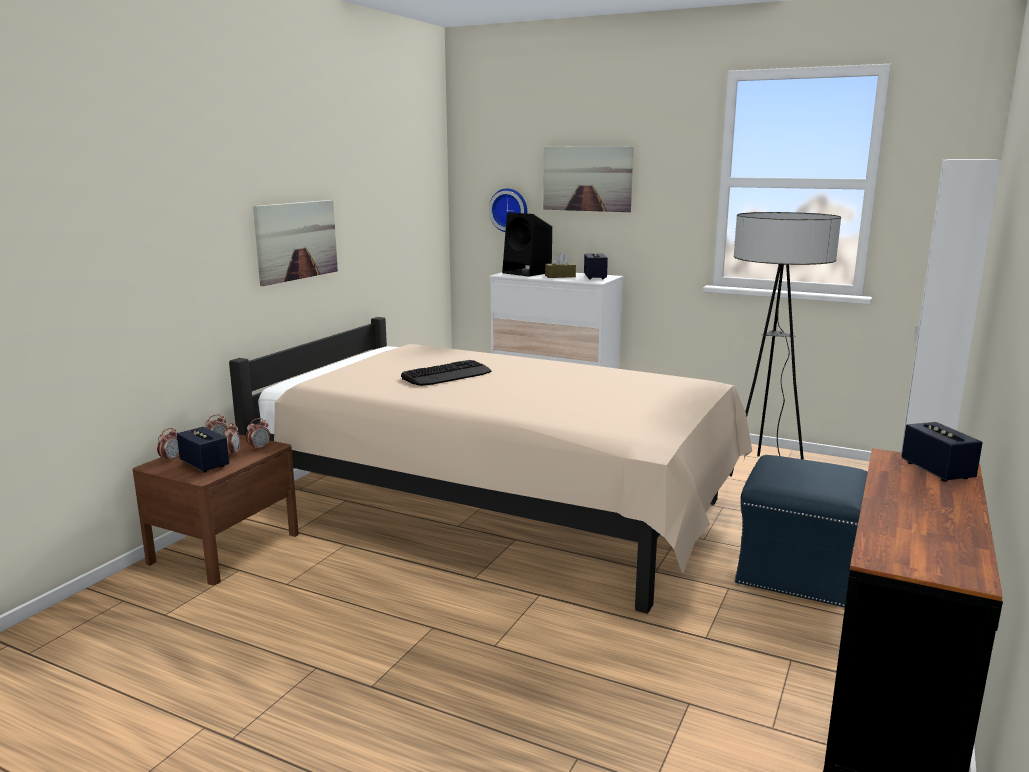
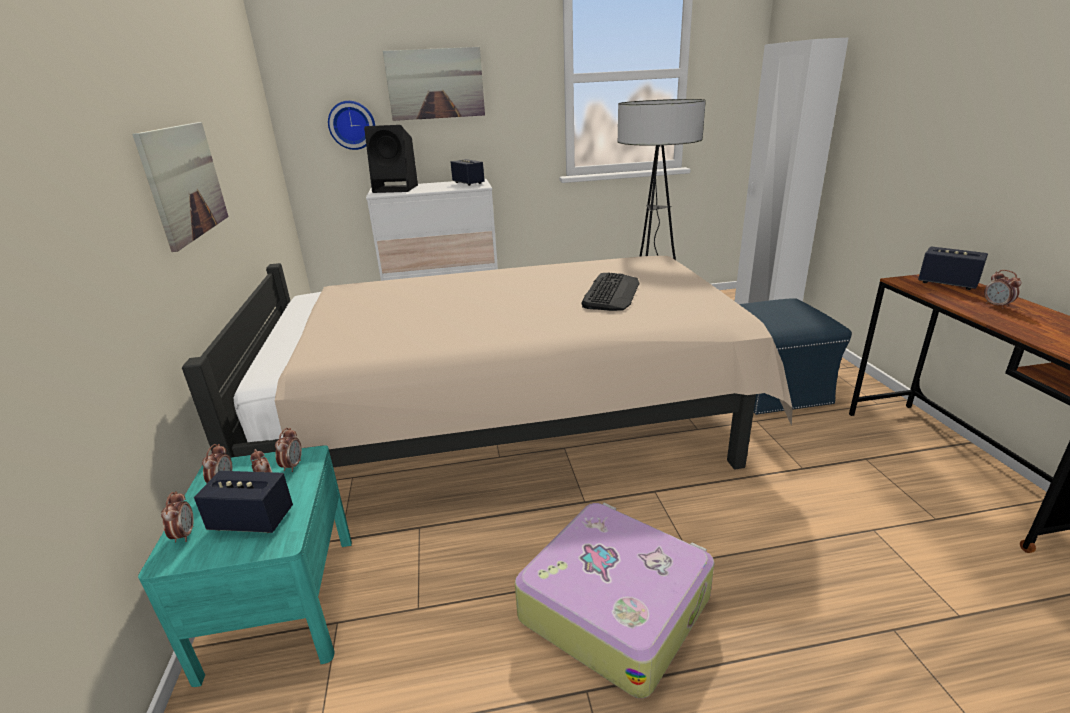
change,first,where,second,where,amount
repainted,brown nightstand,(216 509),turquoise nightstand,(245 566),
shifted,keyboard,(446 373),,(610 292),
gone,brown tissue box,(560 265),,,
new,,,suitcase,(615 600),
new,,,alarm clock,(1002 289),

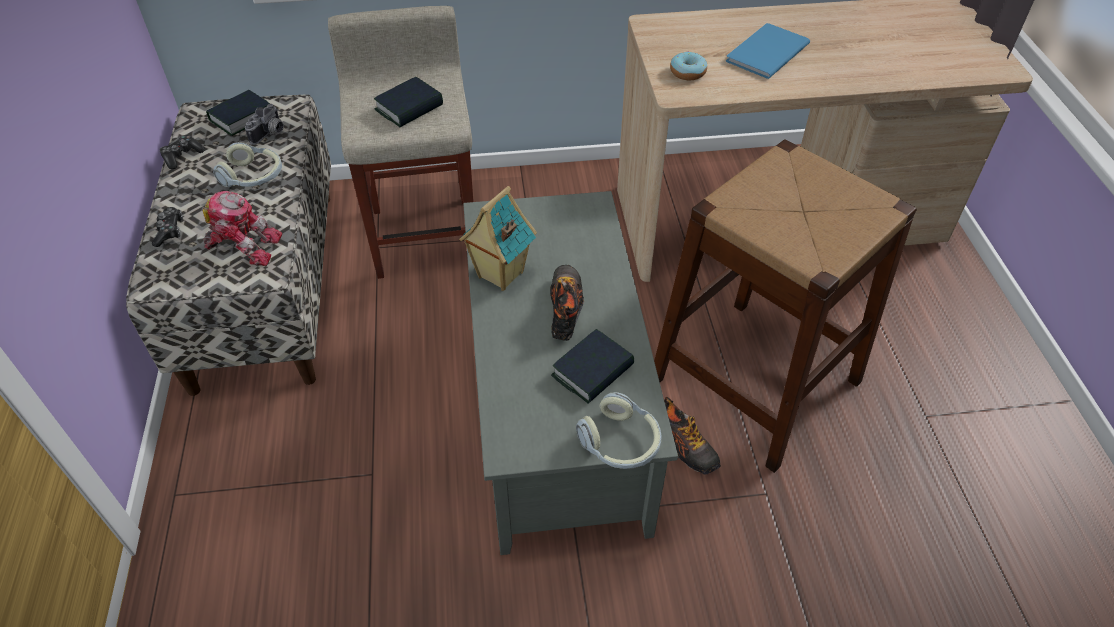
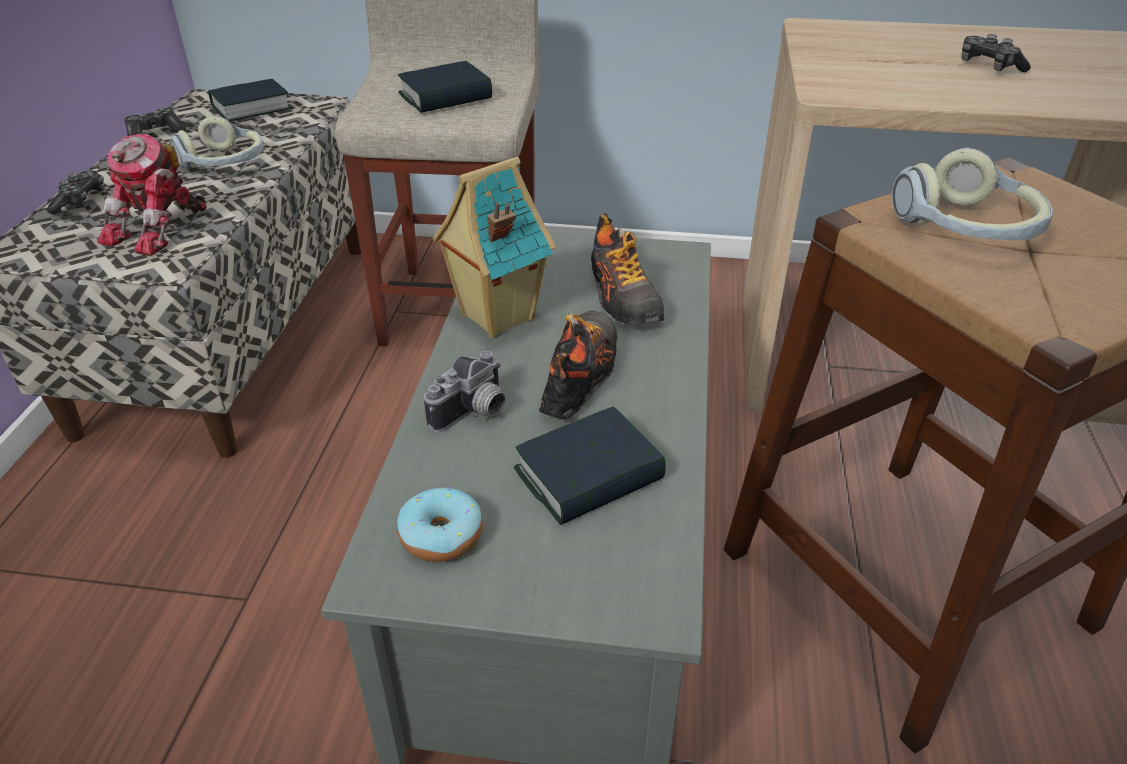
change,first,where,second,where,amount
rotated,toy robot,(242 228),,(152 195),90 degrees clockwise
shifted,photo camera,(264 124),,(464 392),
shifted,headphones,(619 430),,(972 194),
shifted,shoe,(692 436),,(627 269),
shifted,donut,(688 65),,(440 524),
swapped,blue book,(768 51),game controller,(996 53),

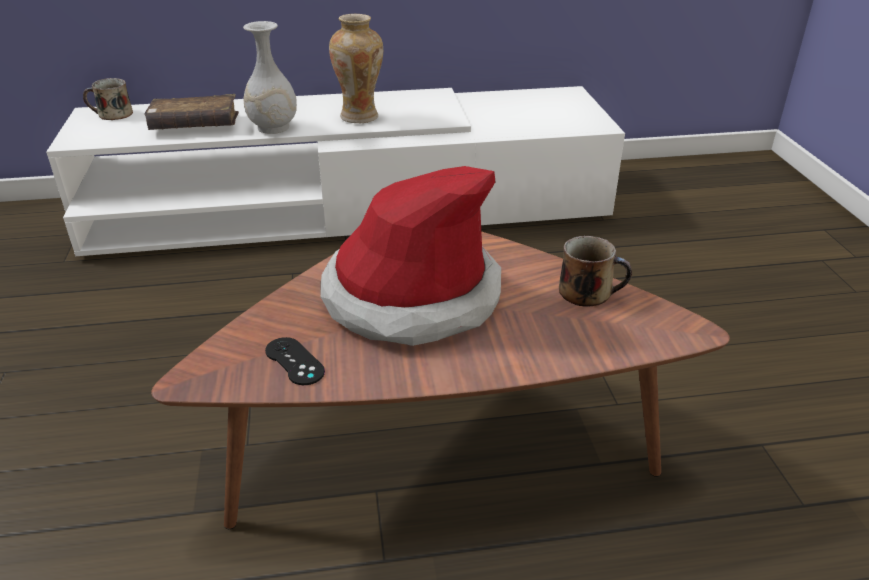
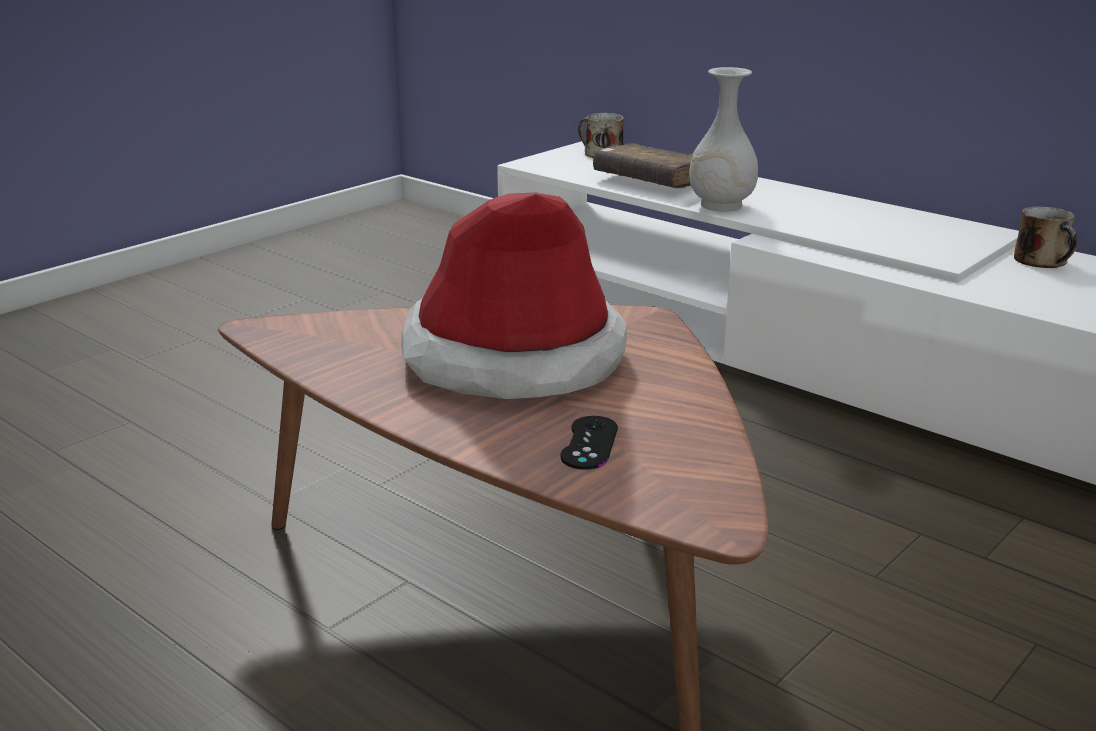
change,first,where,second,where,amount
shifted,black game controller,(295 361),,(589 443),
gone,vase,(356 68),,,
shifted,mug,(595 271),,(1045 237),

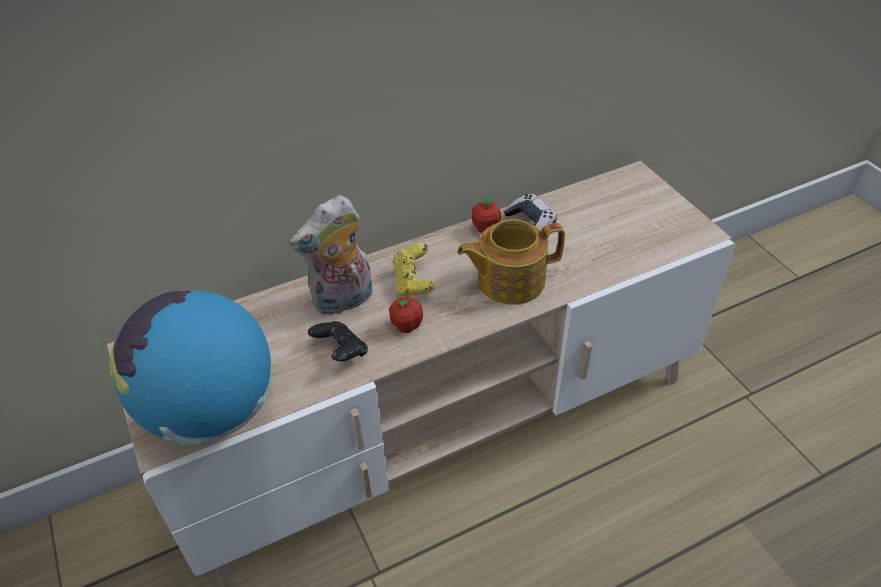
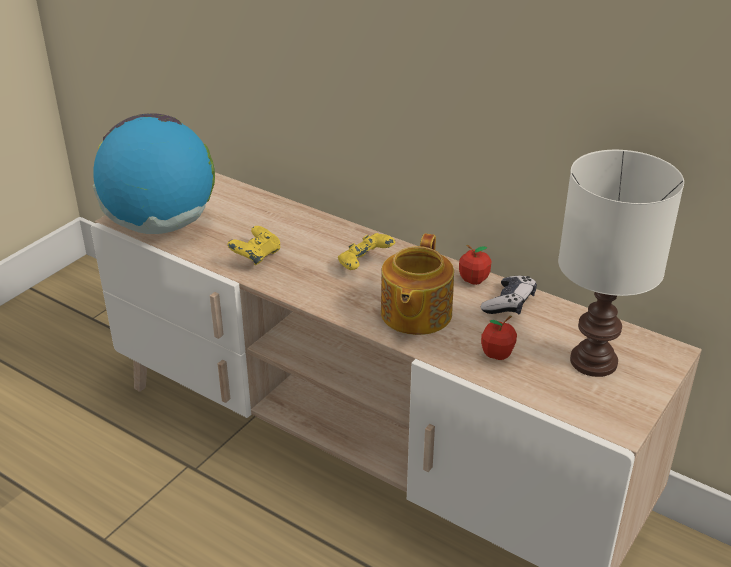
change,first,where,second,where,amount
gone,plush toy,(331 255),,,
repainted,black game controller,(338 341),yellow game controller,(253 245),
shifted,apple,(406 310),,(499 338),
rotated,teapot,(511 262),,(417 284),120 degrees counterclockwise
new,,,white table lamp,(621 263),

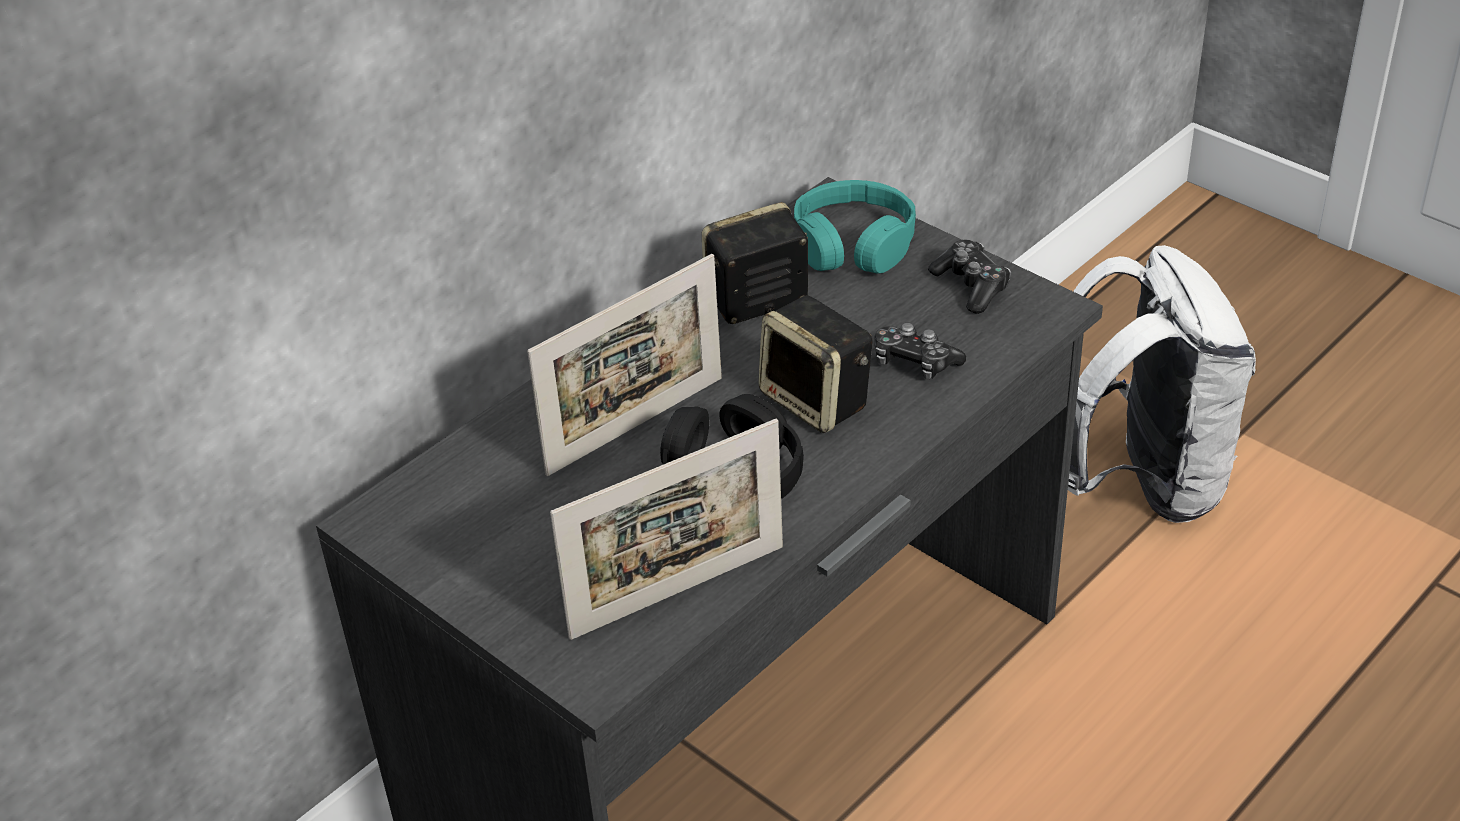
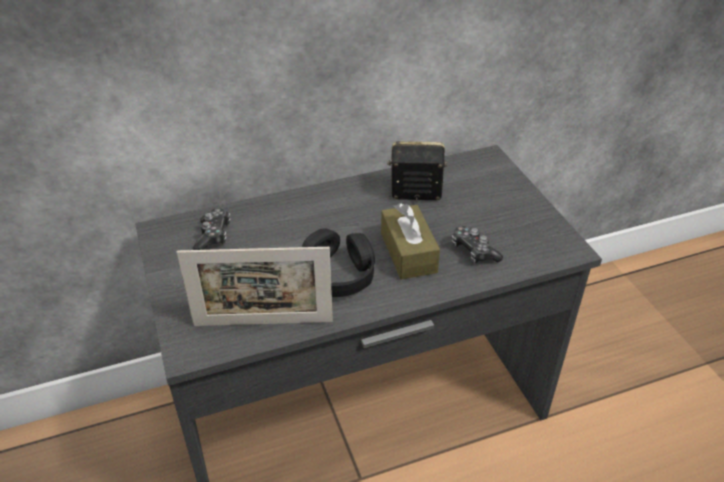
change,first,where,second,where,amount
gone,picture frame,(624 365),,,
swapped,speaker,(815 364),brown tissue box,(410 241),
gone,turquoise headphones,(855 227),,,
shifted,game controller,(969 277),,(211 229),
gone,white backpack,(1162 384),,,

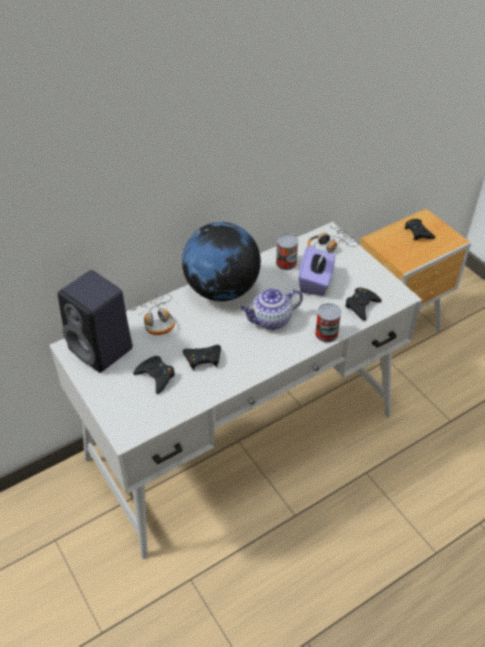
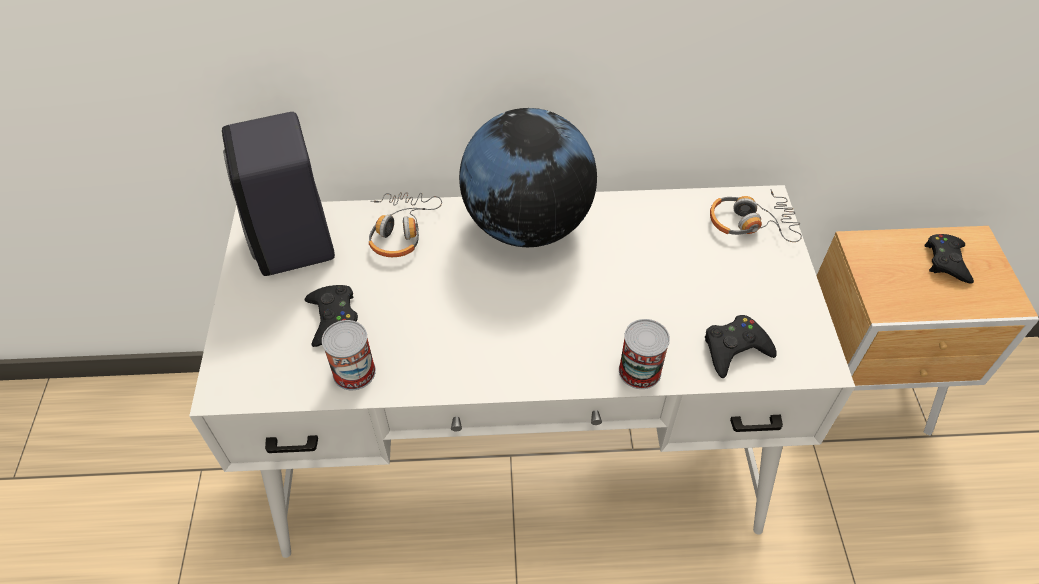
change,first,where,second,where,amount
gone,black game controller,(202 357),,,
gone,teapot,(272 309),,,
shifted,can,(287 252),,(349 355),
gone,purple tissue box,(316 271),,,

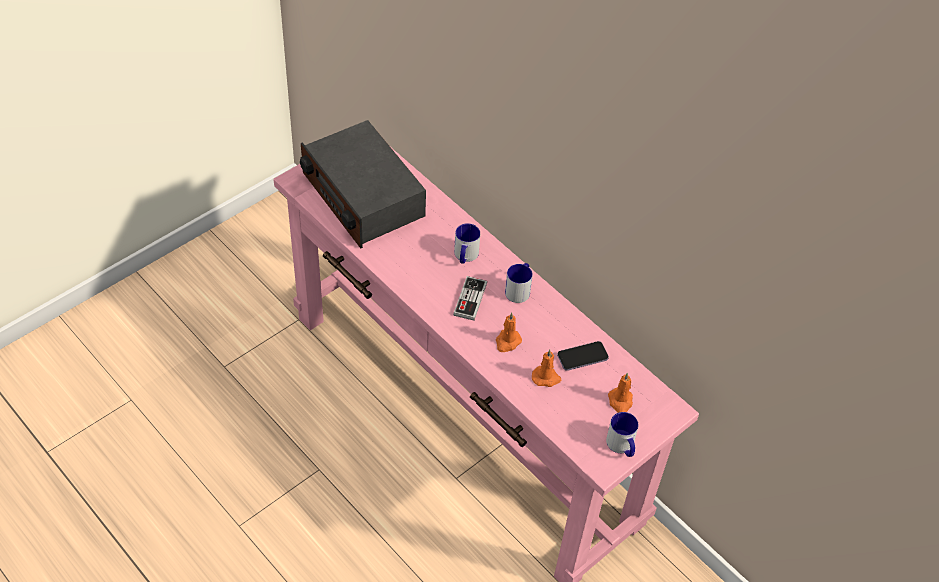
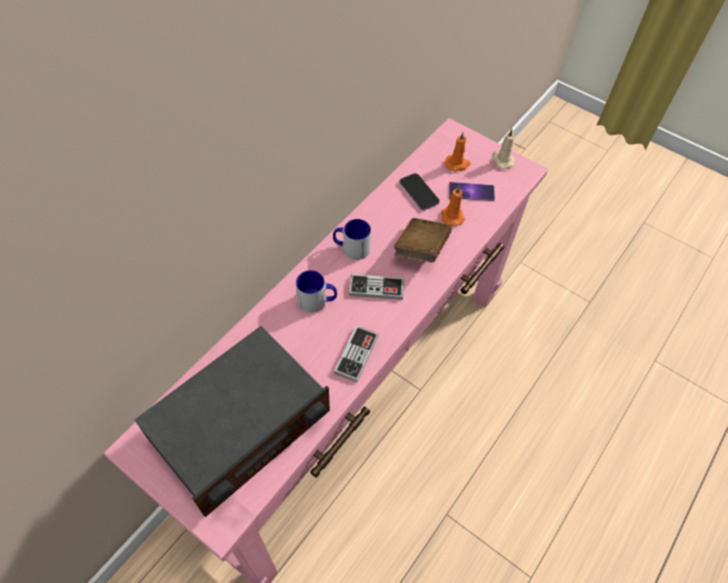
change,first,where,second,where,amount
swapped,orange candle,(509 332),brown book,(422 240),
swapped,mug,(622 434),beige candle,(503 149),
new,,,game controller,(356 353),
new,,,phone,(472 191),

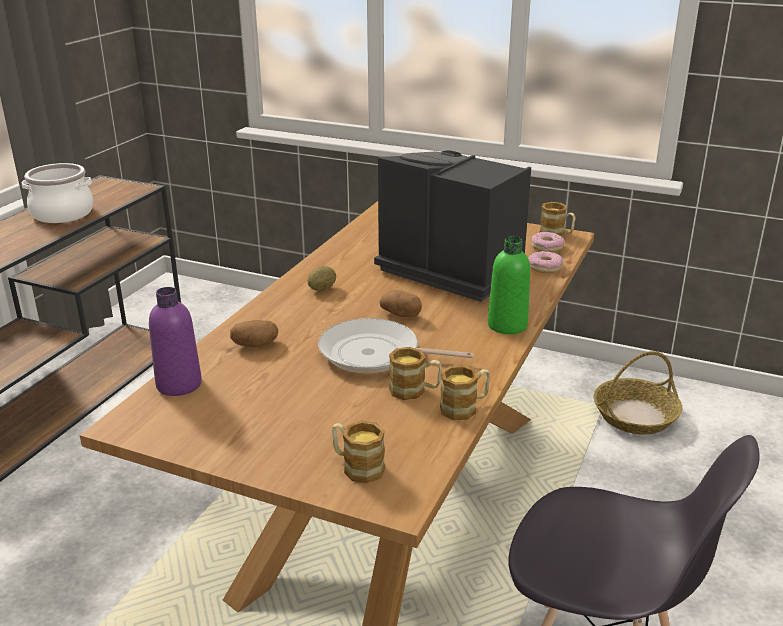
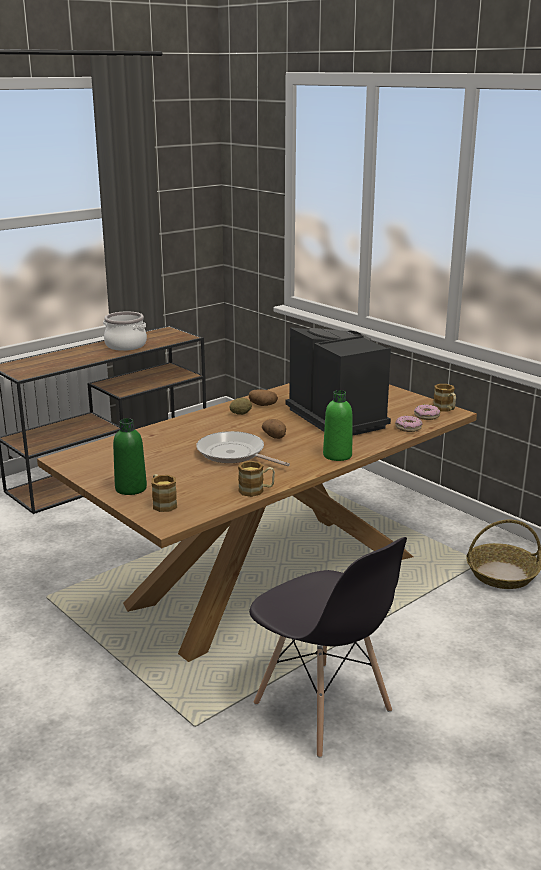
change,first,where,second,where,amount
gone,purple bottle,(175 341),,,
shifted,potato,(254 334),,(263 398),
gone,mug,(415 373),,,
new,,,green bottle,(130 456),

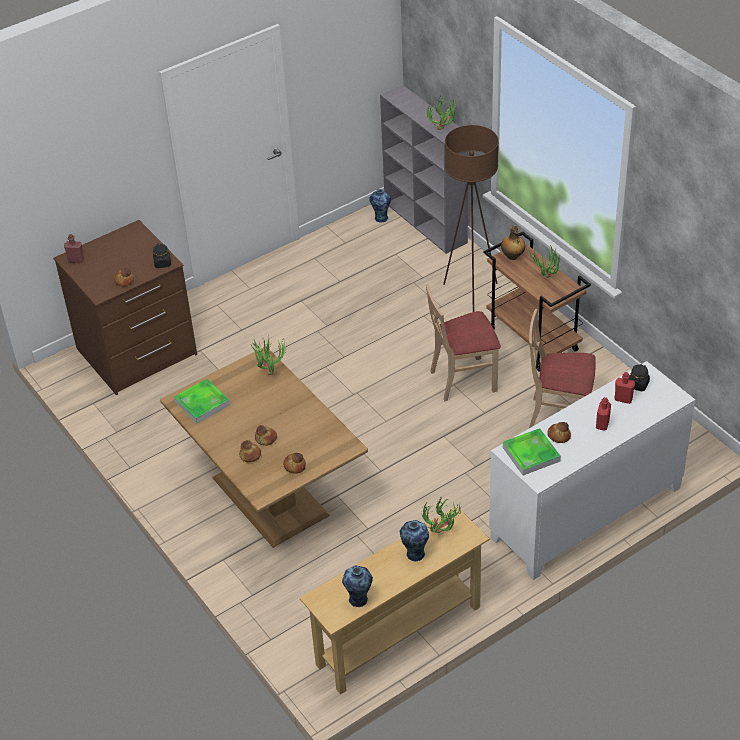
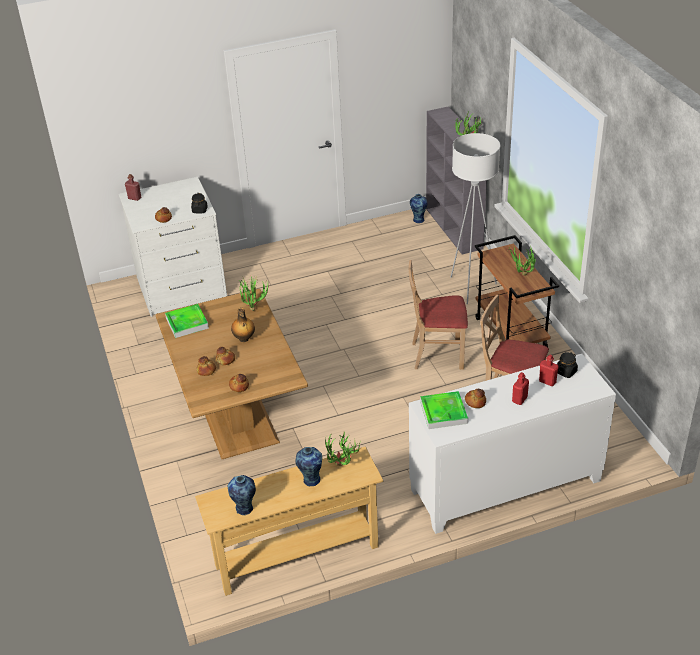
change,first,where,second,where,amount
repainted,brown dresser,(125 307),white dresser,(173 247),
repainted,brown floor lamp,(471 218),white floor lamp,(475 218),
shifted,bottle,(513 242),,(243 325),

